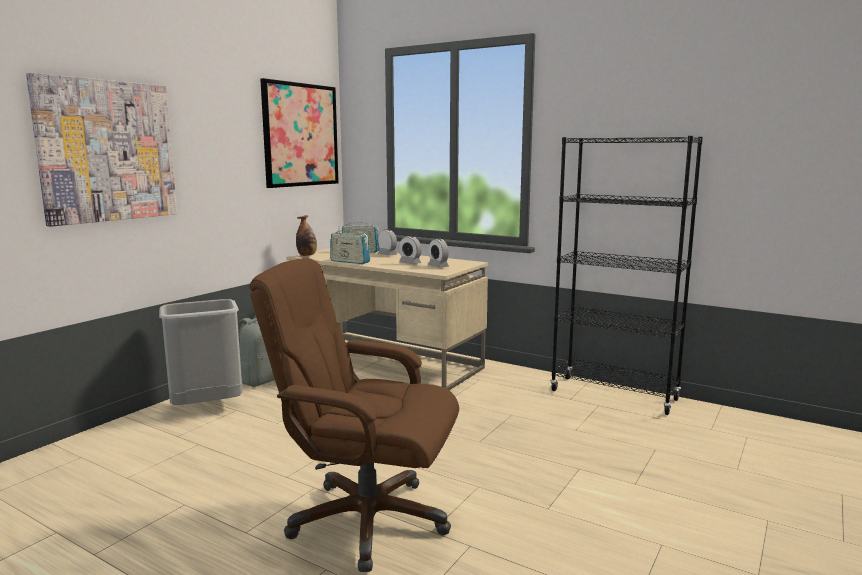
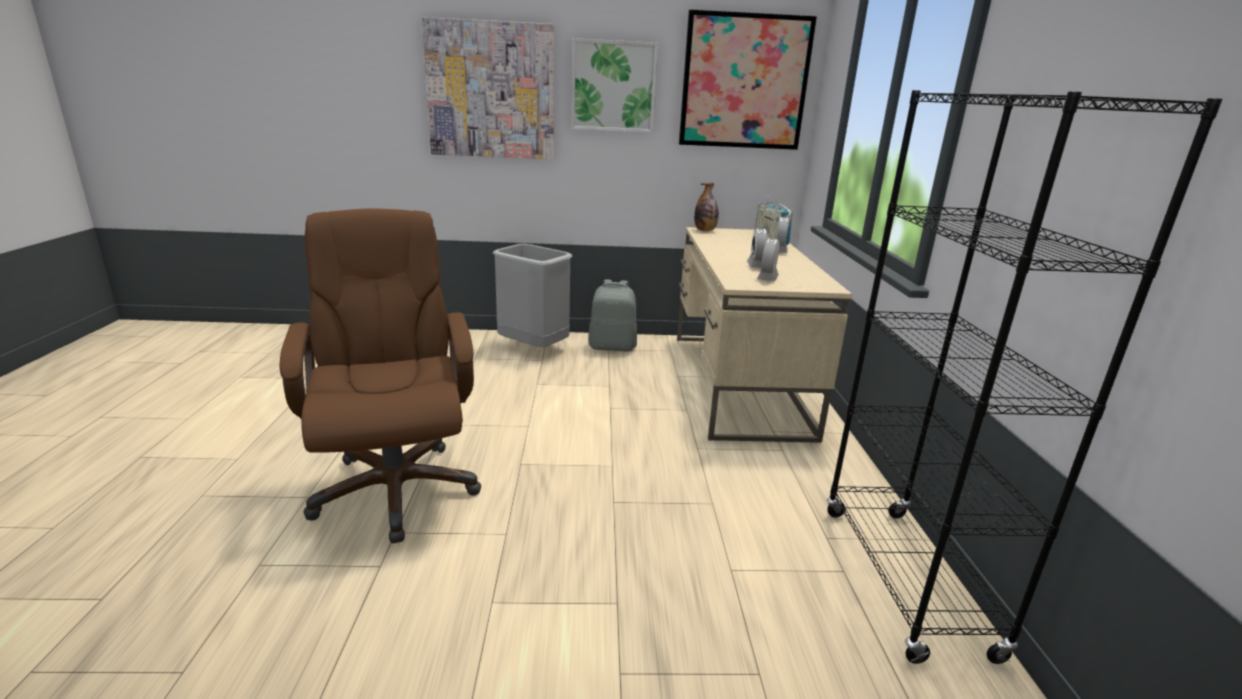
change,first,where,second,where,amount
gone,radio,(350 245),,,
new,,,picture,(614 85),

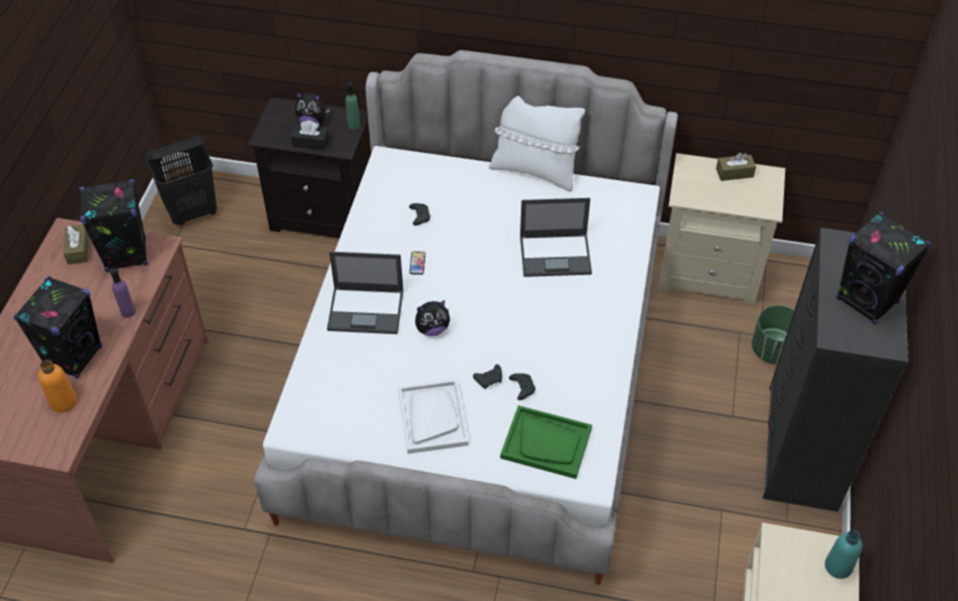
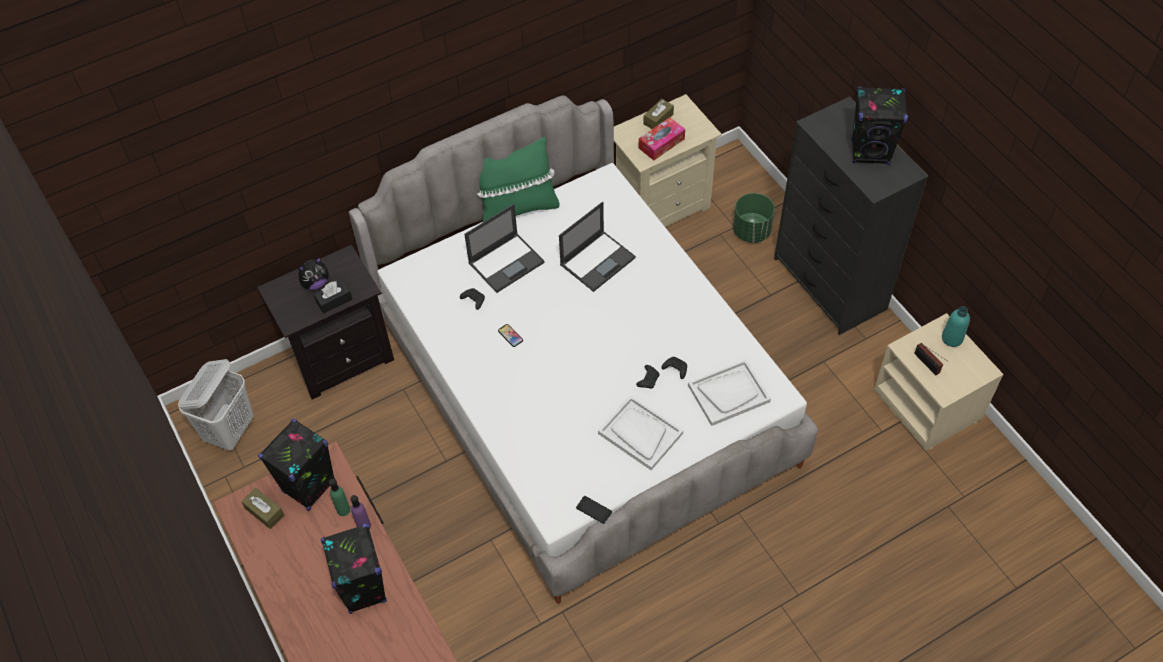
change,first,where,second,where,amount
gone,orange bottle,(57 386),,,
repainted,black laundry basket,(181 180),white laundry basket,(216 405),
shifted,laptop,(365 292),,(504 248),
shifted,green bottle,(352 105),,(339 497),
gone,plush toy,(432 318),,,
repainted,white pillow,(537 144),green pillow,(518 179),
repainted,green tray,(546 442),white tray,(729 392),
new,,,phone,(594 510),
new,,,tissue box,(662 138),
new,,,radio,(930 359),

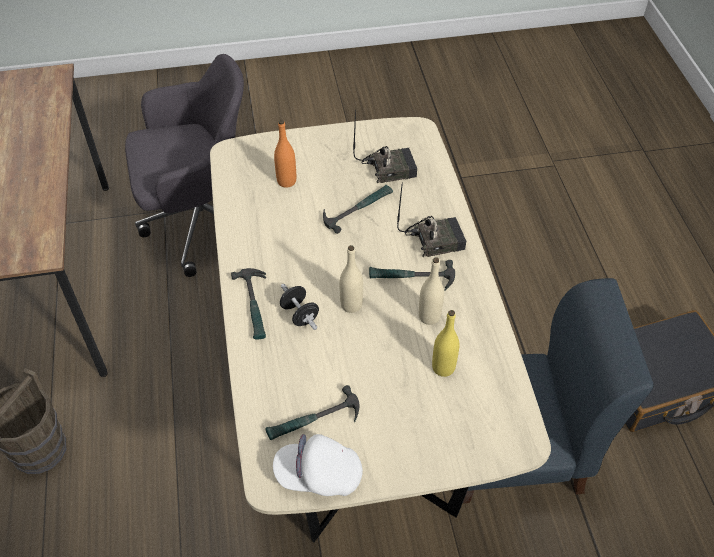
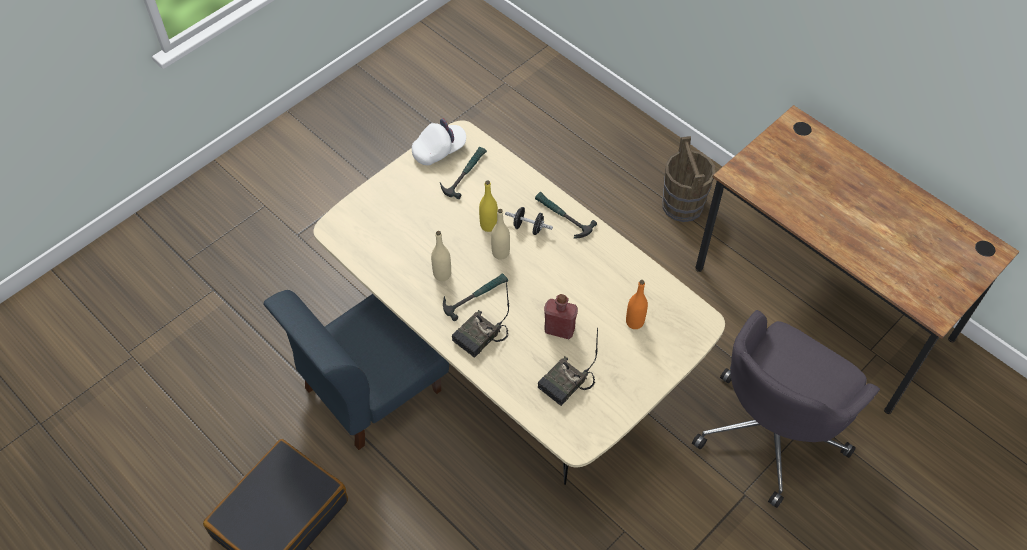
change,first,where,second,where,amount
swapped,hammer,(358 209),red bottle,(561 316),
shifted,yellow bottle,(445 343),,(488 206),

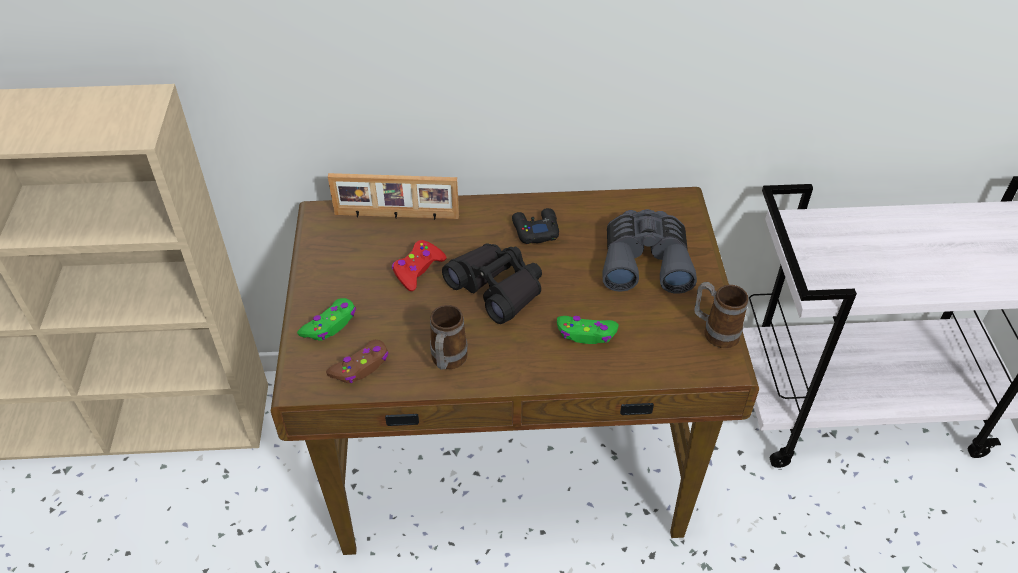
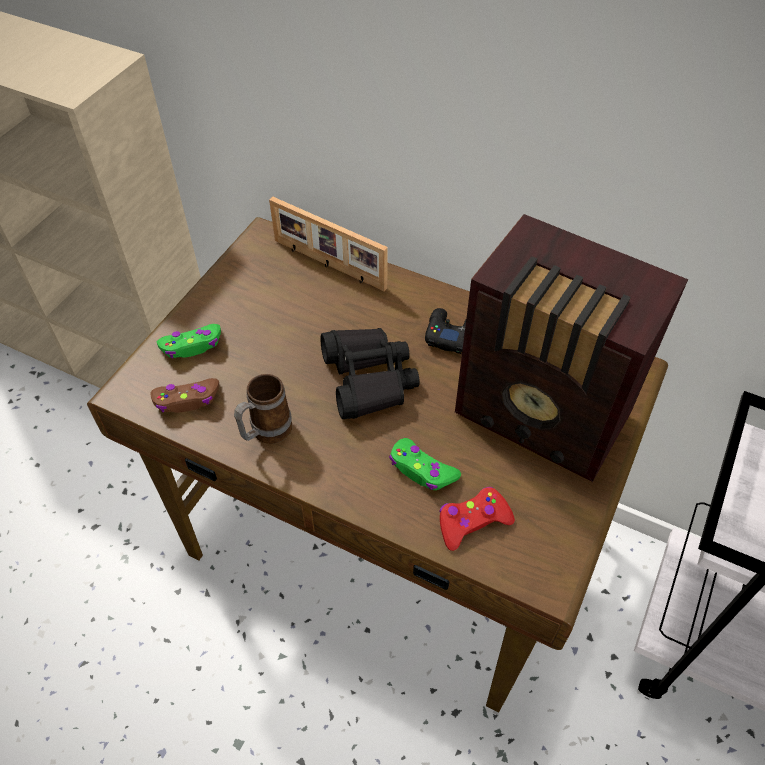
change,first,where,second,where,amount
shifted,red game controller,(419 265),,(477 519),
swapped,grey binoculars,(649 251),radio,(571 348),
gone,mug,(721 315),,,

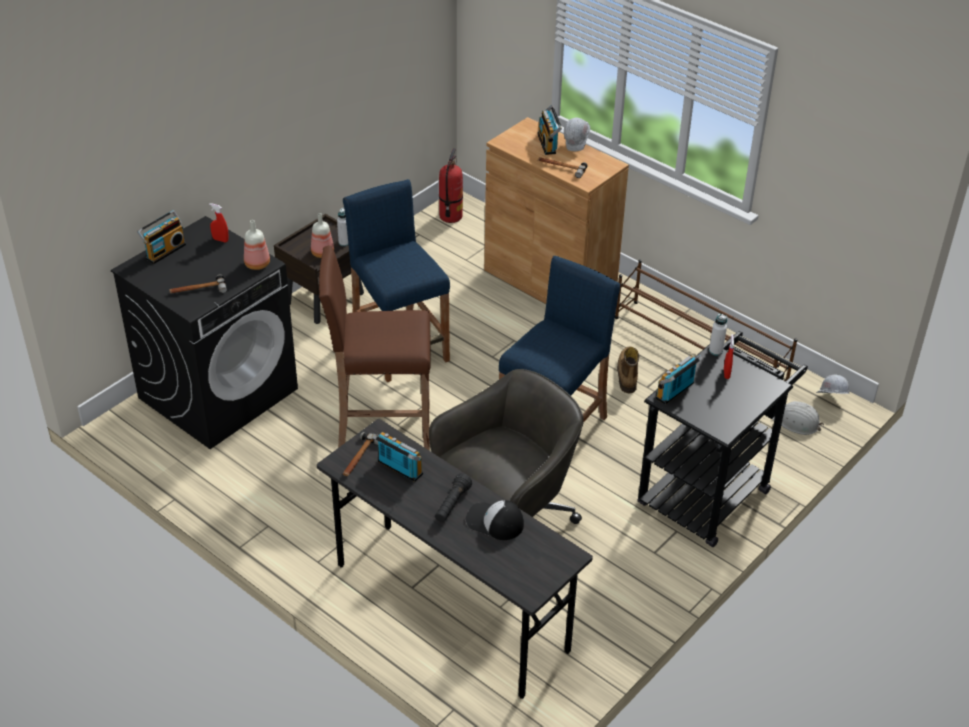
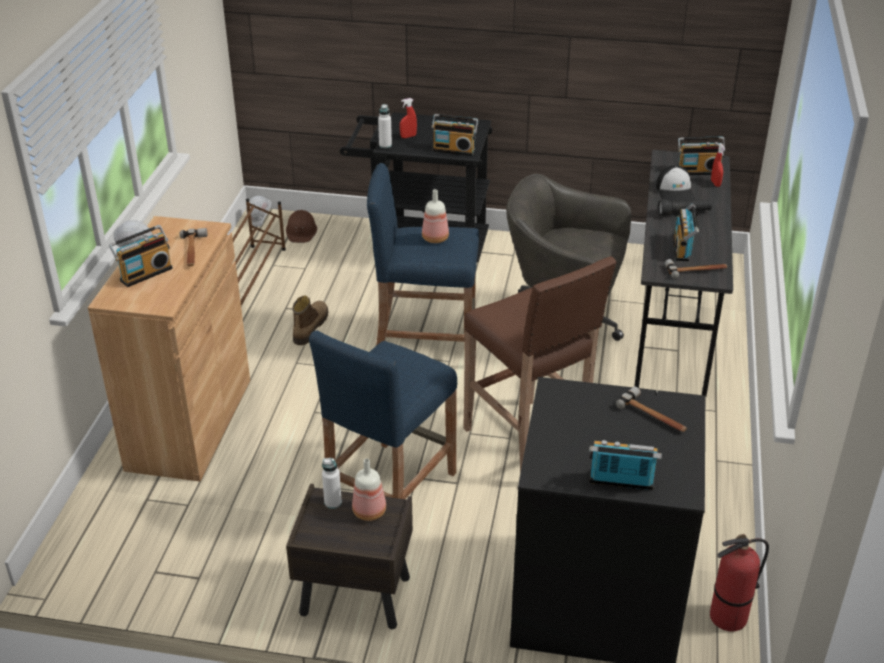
change,first,where,second,where,amount
shifted,red spray bottle,(219 222),,(718 165),
shifted,bottle,(257 245),,(435 216),
shifted,fire extinguisher,(451 185),,(739 582),
rotated,boot,(628 370),,(310 320),135 degrees clockwise
repainted,white hard hat,(798 418),brown hard hat,(301 226),
new,,,radio,(701 156),

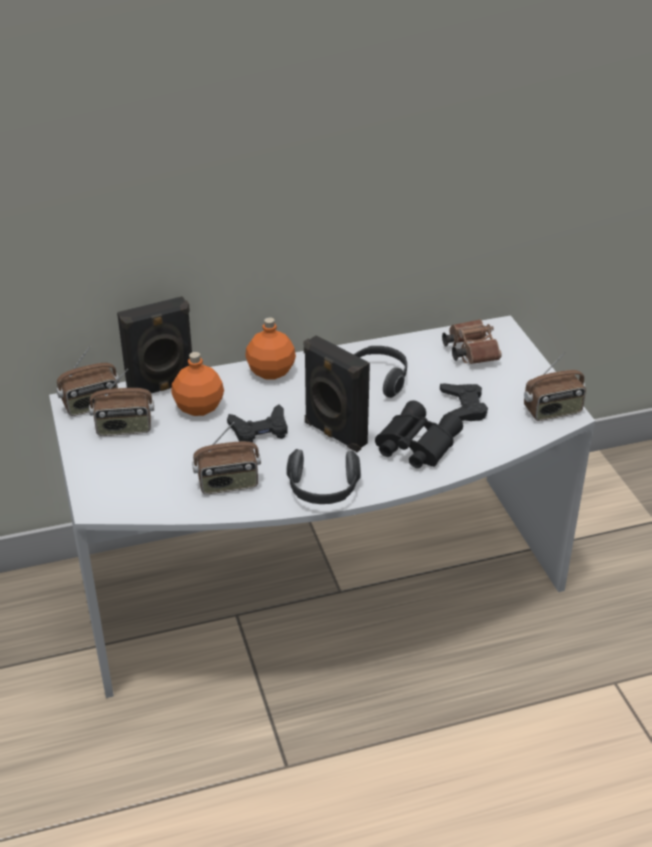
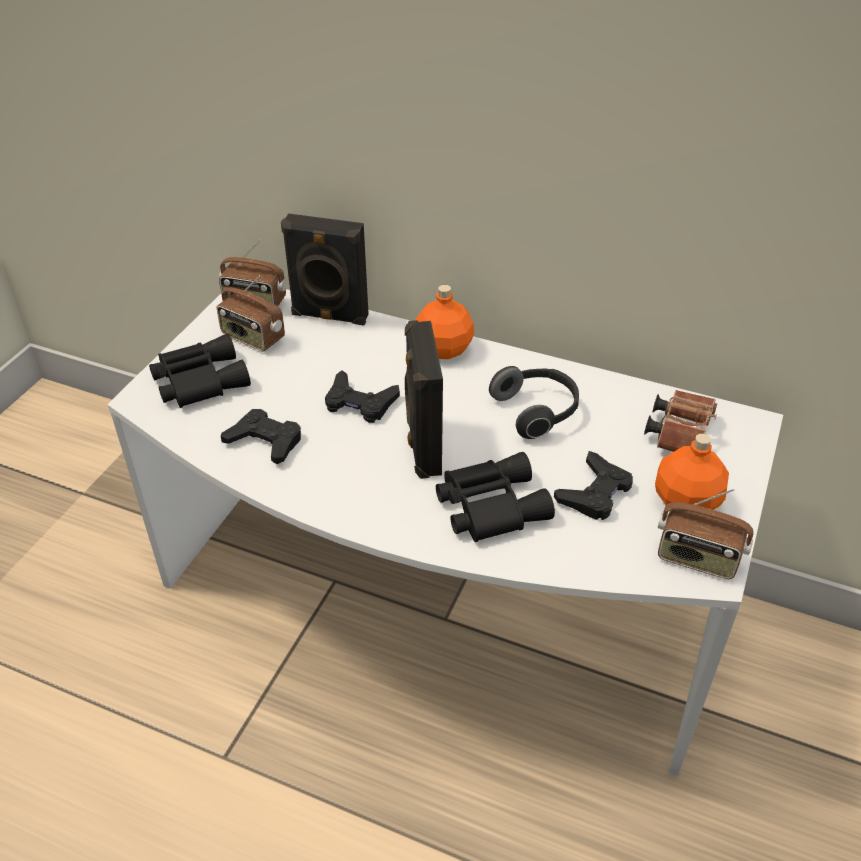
change,first,where,second,where,amount
shifted,orange bottle,(197 384),,(692 472),
swapped,radio,(226 458),black game controller,(261 436),
gone,headphones,(323 476),,,
new,,,black binoculars,(200 371),

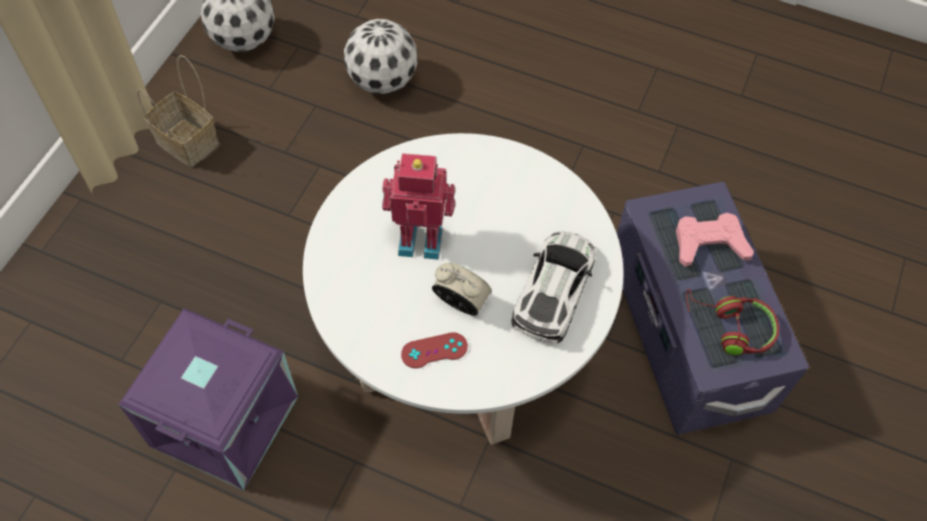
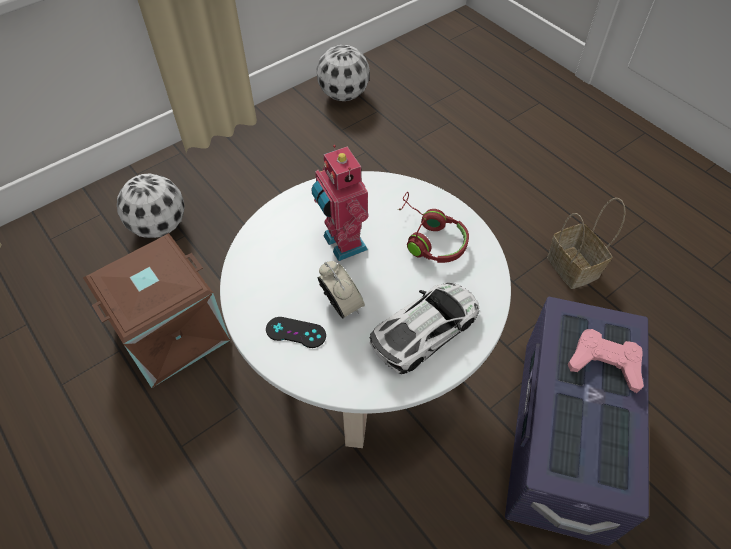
change,first,where,second,where,amount
repainted,purple storage box,(208 399),brown storage box,(156 310),
shifted,basket,(178 111),,(586 243),
shifted,football,(380 56),,(151 205),
rotated,toy robot,(418 206),,(339 203),150 degrees counterclockwise
repainted,red game controller,(434 350),black game controller,(296 332),
shifted,red headphones,(732 322),,(433 227),

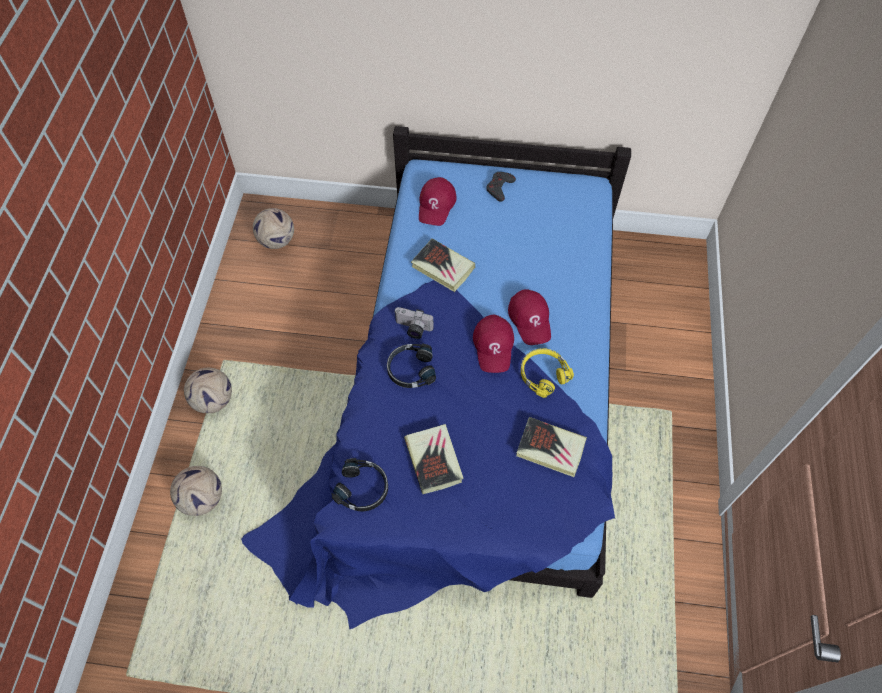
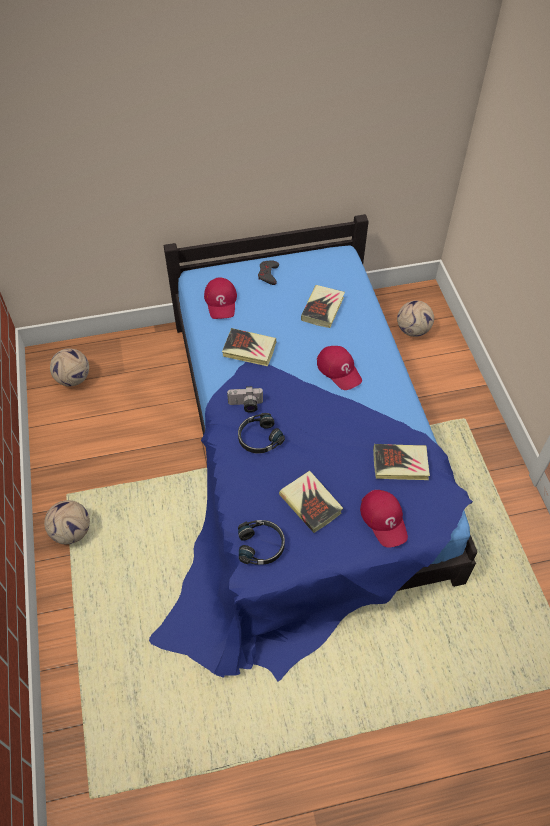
change,first,where,second,where,amount
shifted,football,(196 491),,(415 318),
shifted,red cap,(493 344),,(384 519),
gone,yellow headphones,(547 373),,,
new,,,book,(323 306),

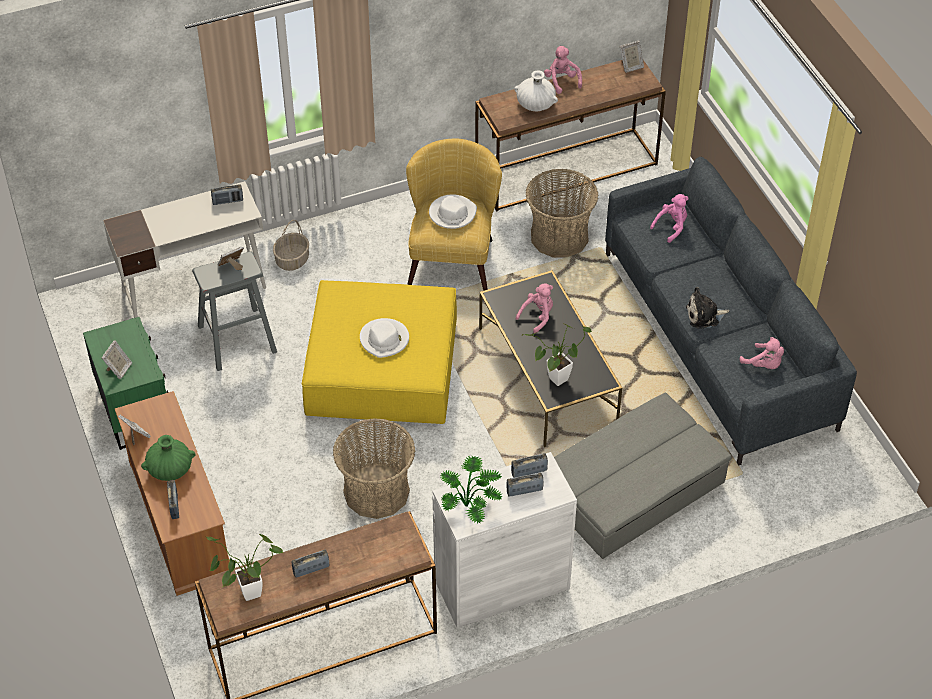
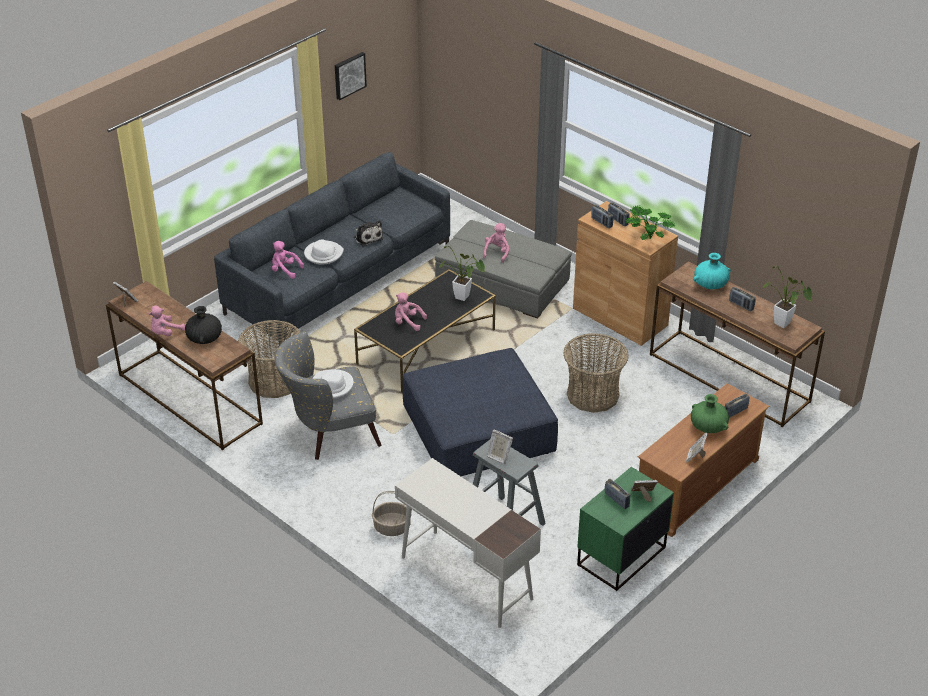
change,first,where,second,where,amount
shifted,radio,(227 194),,(617 494),
repainted,yellow ottoman,(379 352),blue ottoman,(480 412),
shifted,white hat,(384 338),,(324 252),
repainted,yellow armchair,(454 214),grey armchair,(328 396),
repainted,white cabinet,(504 540),brown cabinet,(625 273),
repainted,white vase,(536 91),black vase,(203 325),
shifted,pink plush toy,(761 353),,(496 243),
new,,,picture,(351 76),
new,,,turquoise vase,(712 271),

